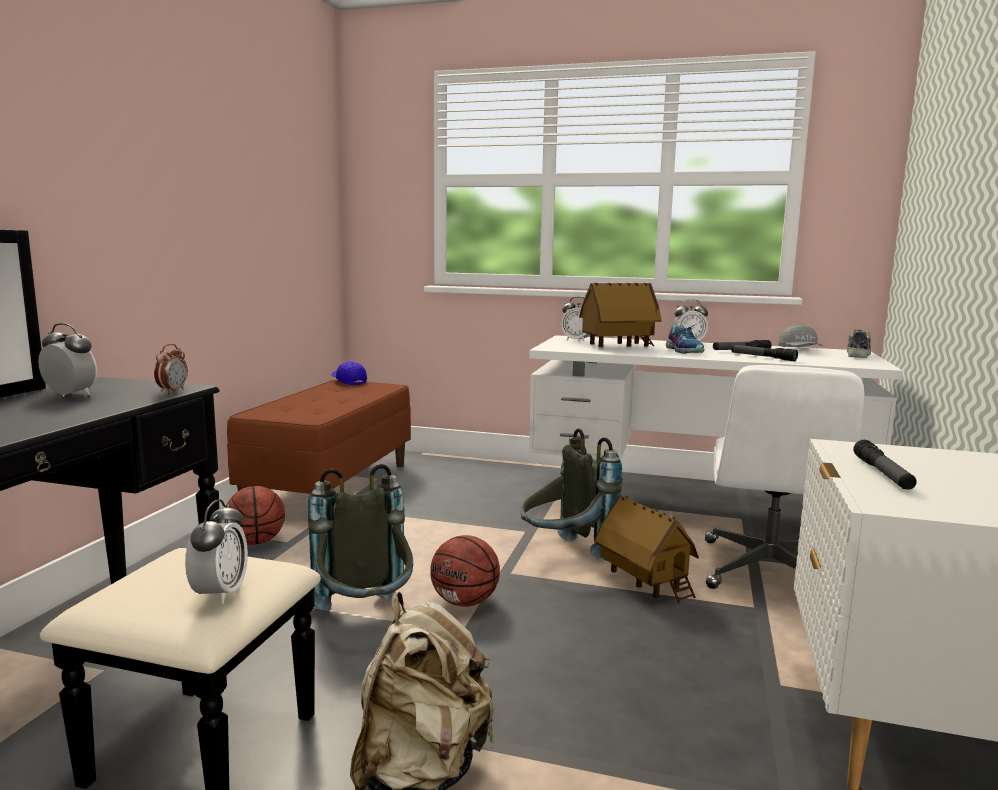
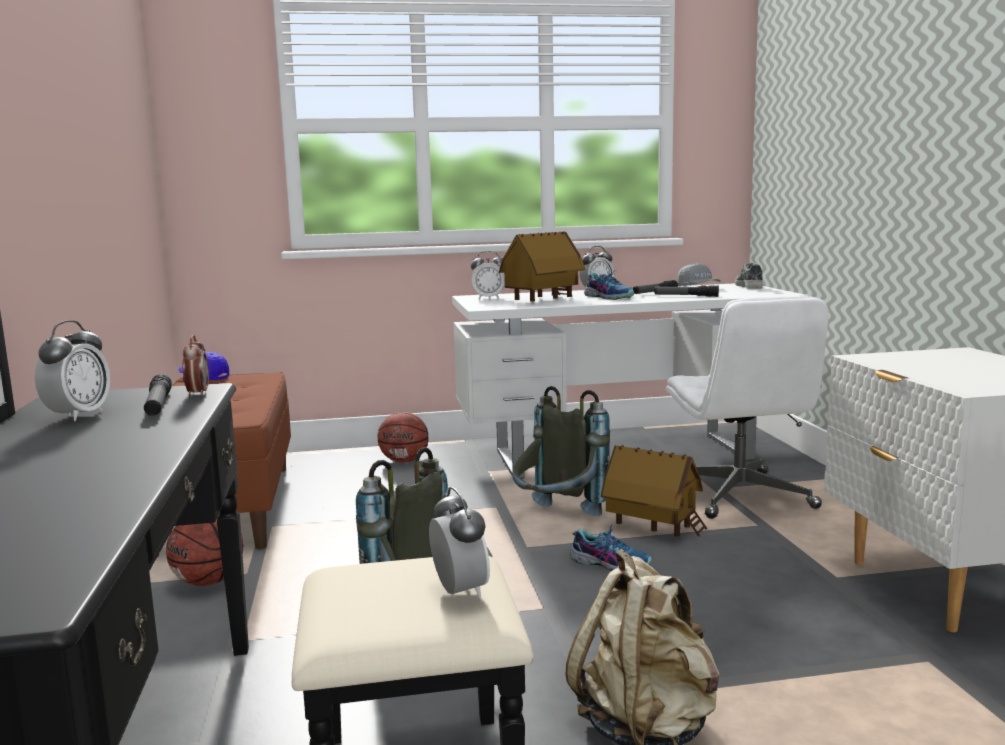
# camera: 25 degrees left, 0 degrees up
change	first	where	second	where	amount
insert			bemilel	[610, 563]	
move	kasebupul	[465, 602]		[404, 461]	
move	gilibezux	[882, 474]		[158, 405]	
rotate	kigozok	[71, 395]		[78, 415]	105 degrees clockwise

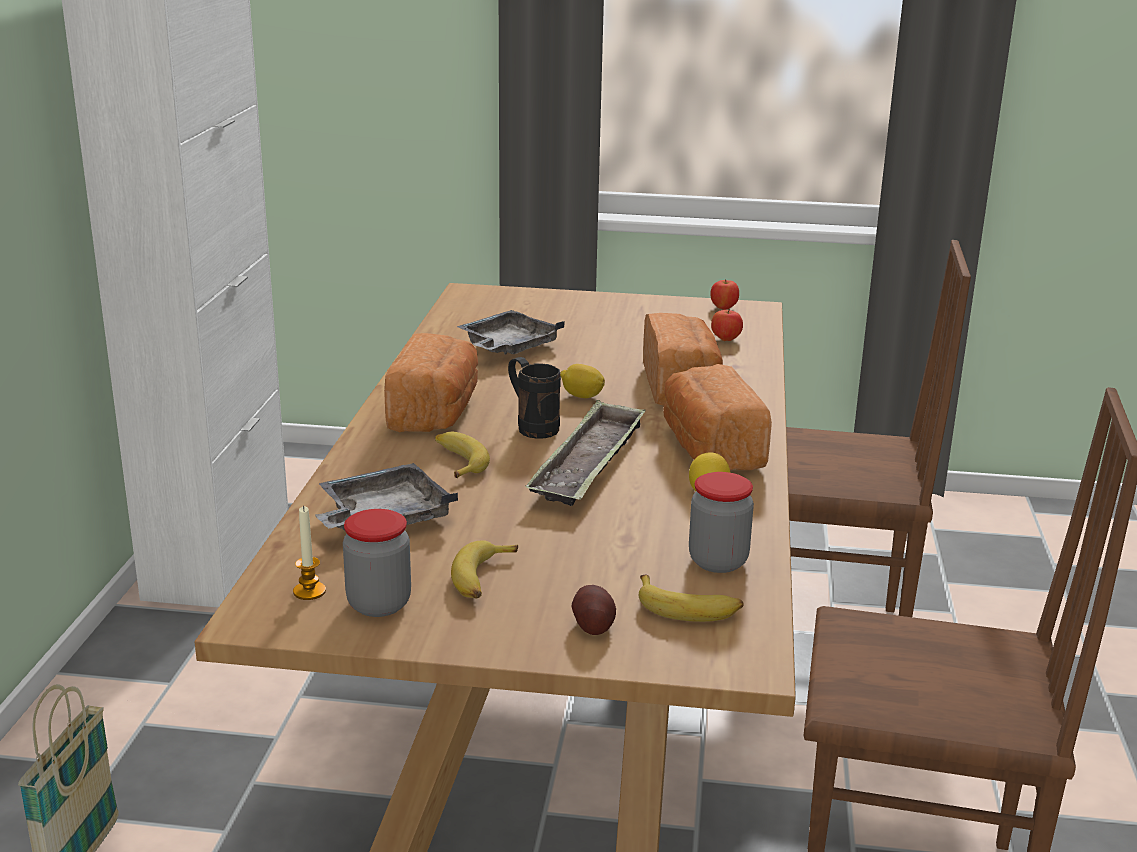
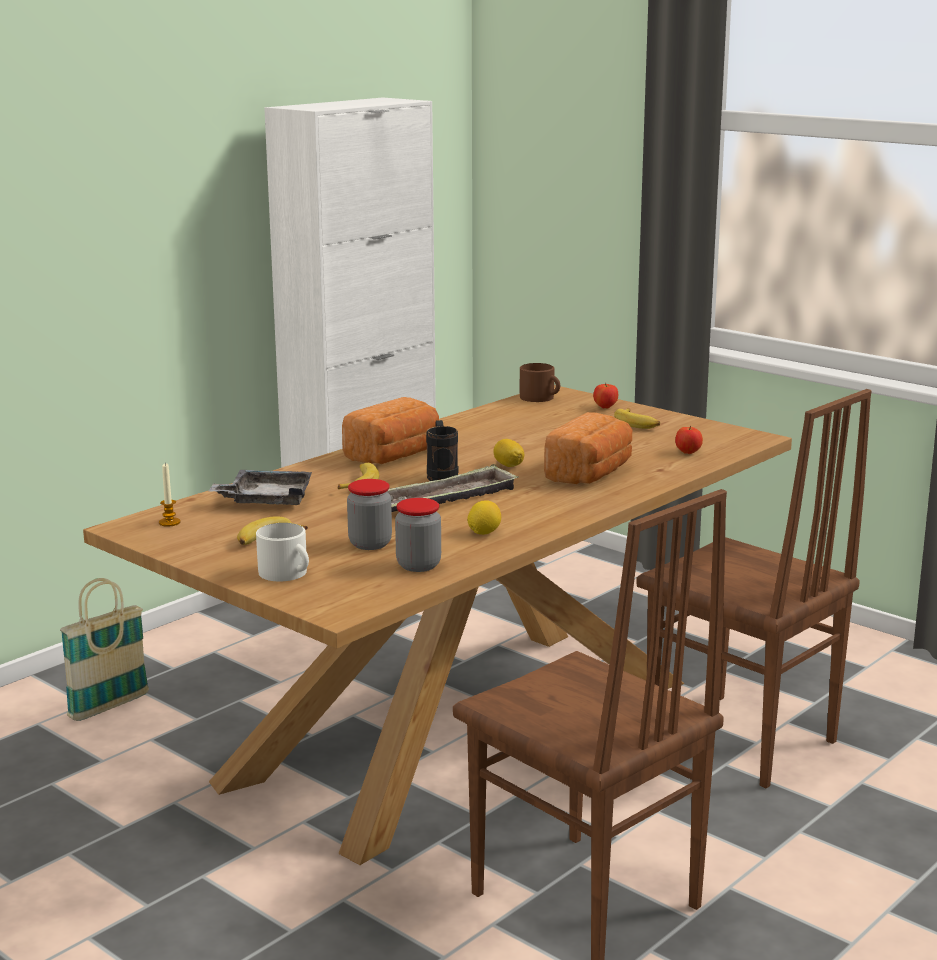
# camera: 35 degrees right, 5 degrees down
change	first	where	second	where	amount
delete	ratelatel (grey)	[508, 347]			
delete	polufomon	[710, 449]			
insert			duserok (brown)	[540, 398]	
move	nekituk	[379, 604]		[370, 544]	
move	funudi	[688, 608]		[637, 424]	
move	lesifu	[724, 308]		[605, 407]	
replace	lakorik	[593, 624]	duserok (white)	[287, 573]	

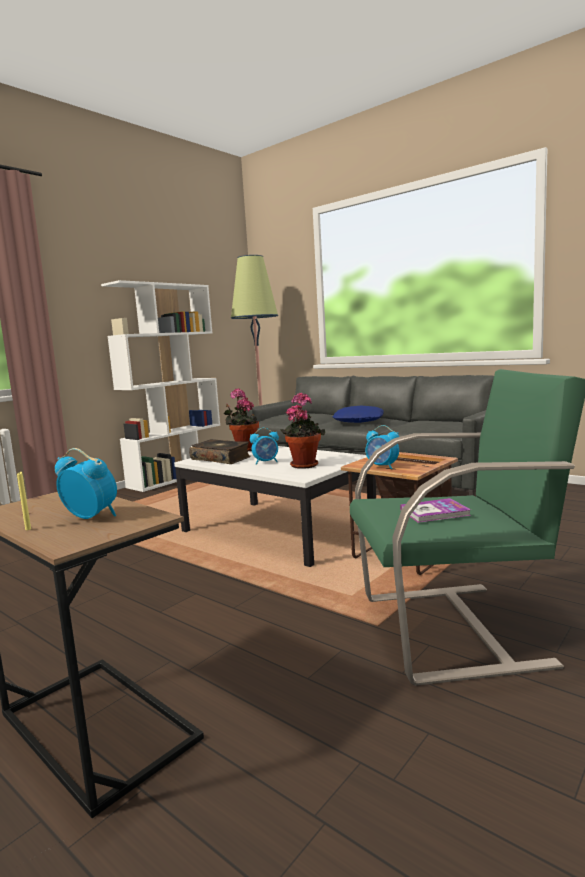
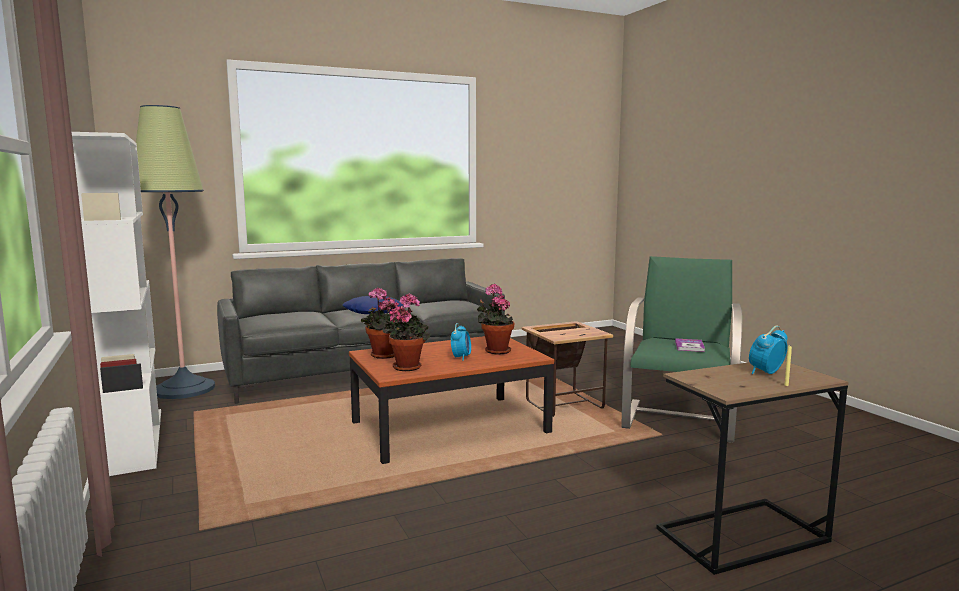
# camera: 65 degrees left, 0 degrees up
change	first	where	second	where	amount
delete	kigozok	[382, 467]			
replace	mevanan	[221, 459]	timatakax	[408, 366]	
recolor	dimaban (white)	[277, 530]	dimaban (brown)	[450, 427]	

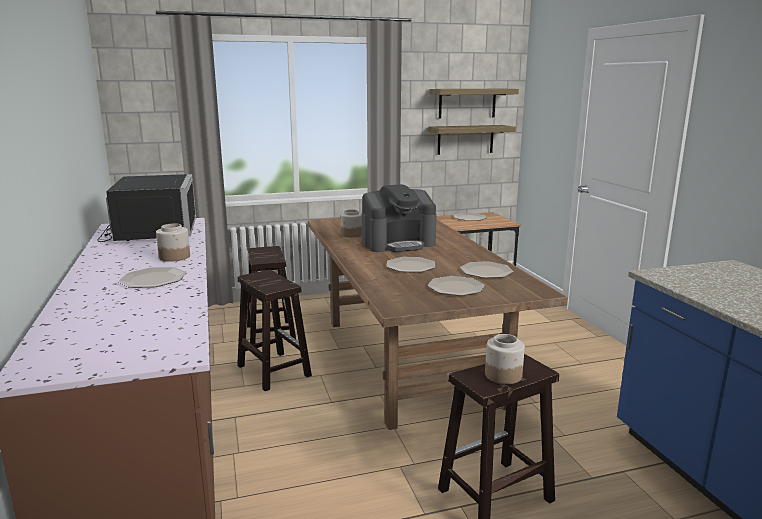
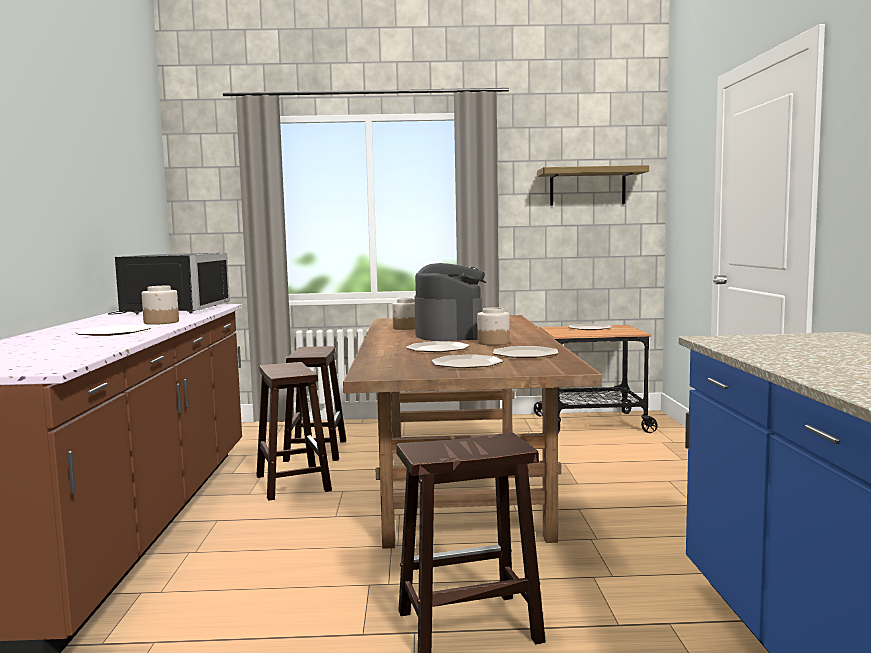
# camera: 15 degrees right, 10 degrees down
change	first	where	second	where	amount
delete	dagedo	[465, 139]			
move	nekituk	[502, 375]		[493, 343]	
rotate	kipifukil	[398, 243]		[450, 334]	90 degrees counterclockwise

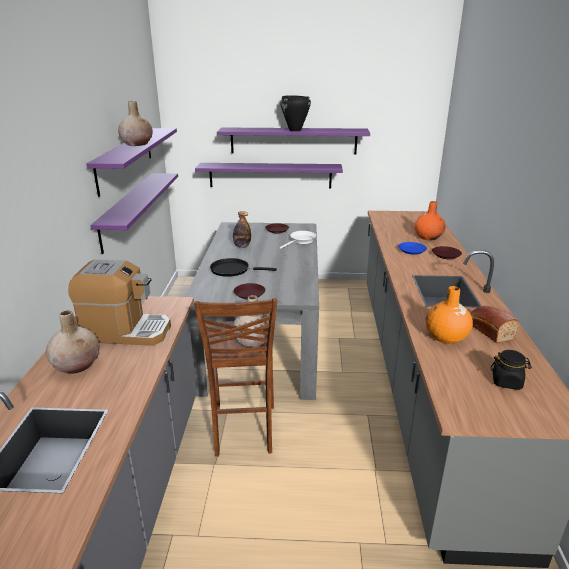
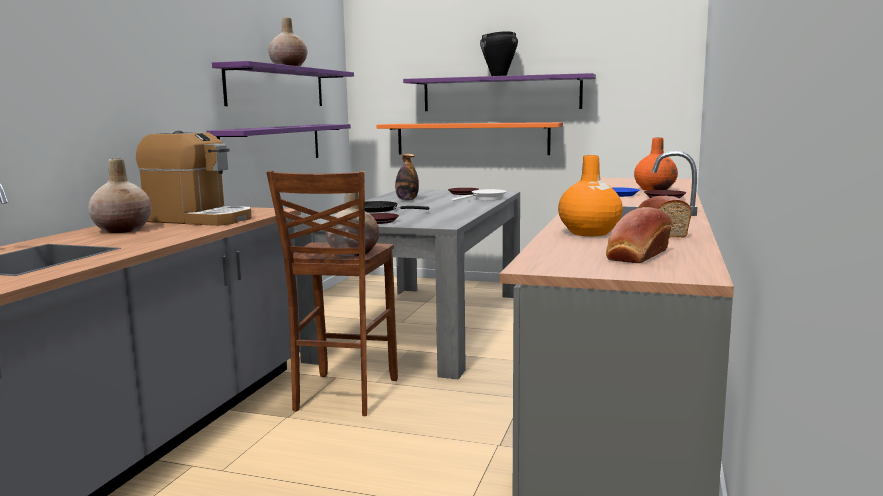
# camera: 15 degrees right, 15 degrees down
change	first	where	second	where	amount
replace	nekituk (black)	[507, 382]	polufomon	[636, 255]	
recolor	dagedo (purple)	[270, 175]	dagedo (orange)	[472, 138]	

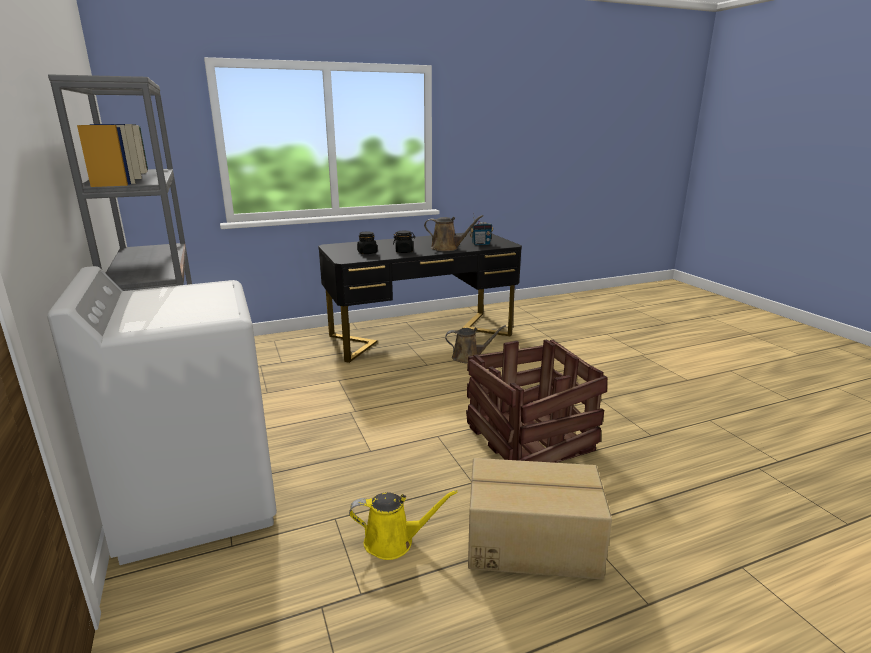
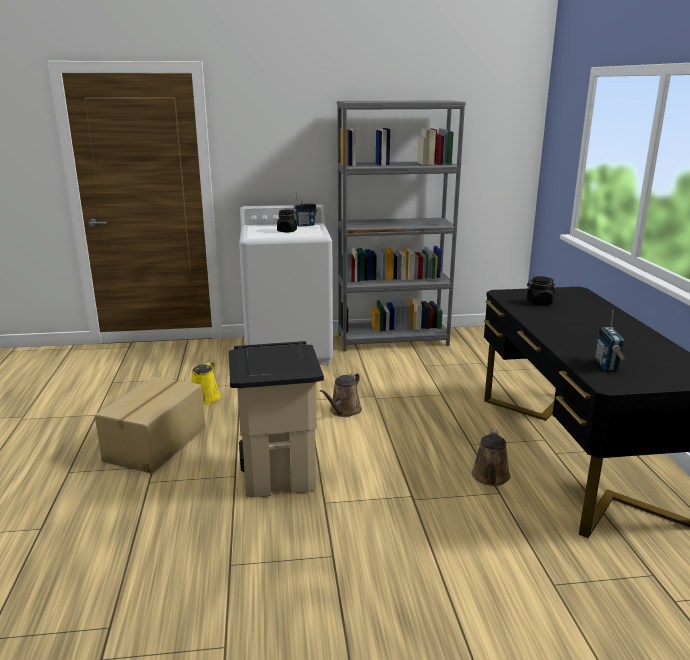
# camera: 105 degrees right, 0 degrees up
change	first	where	second	where	amount
insert			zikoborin	[305, 225]	
move	nekituk (black)	[404, 251]		[287, 231]	
move	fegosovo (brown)	[447, 248]		[343, 411]	
replace	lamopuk	[528, 438]	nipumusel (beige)	[280, 475]	

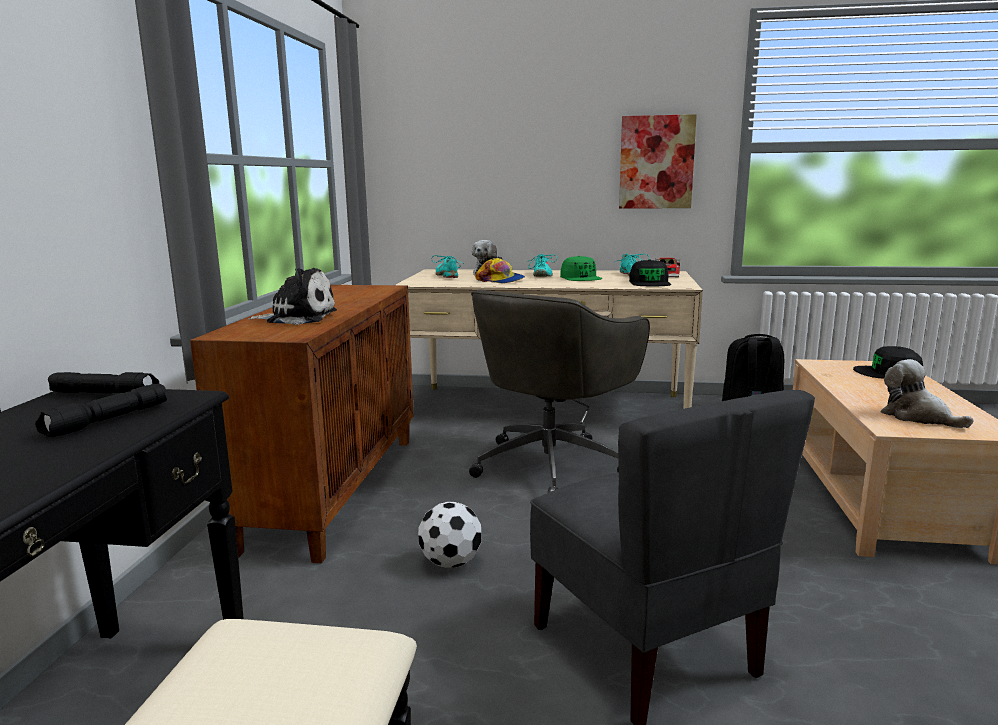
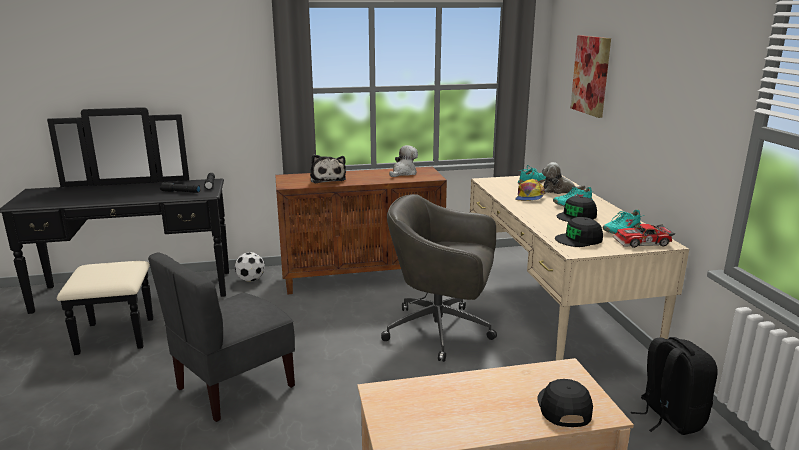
# camera: 70 degrees right, 5 degrees up
change	first	where	second	where	amount
move	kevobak	[451, 562]		[251, 279]	
move	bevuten	[656, 162]		[591, 75]	
move	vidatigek	[917, 417]		[403, 173]	
recolor	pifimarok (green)	[581, 278]	pifimarok (black)	[577, 216]	

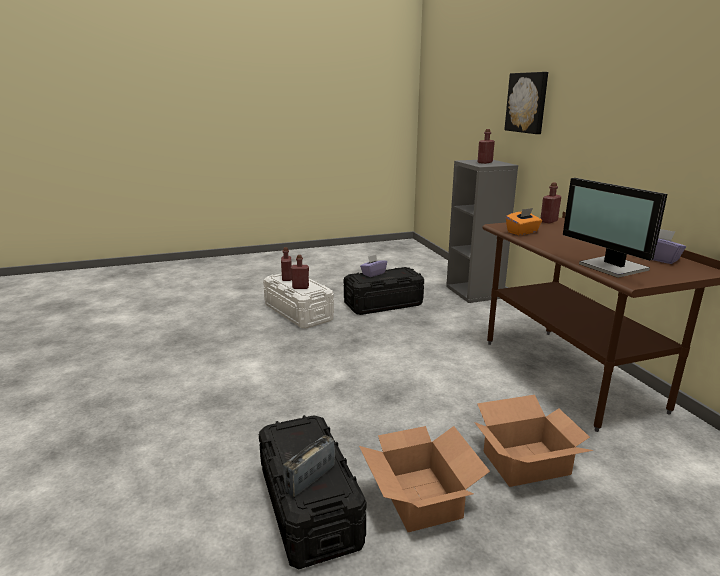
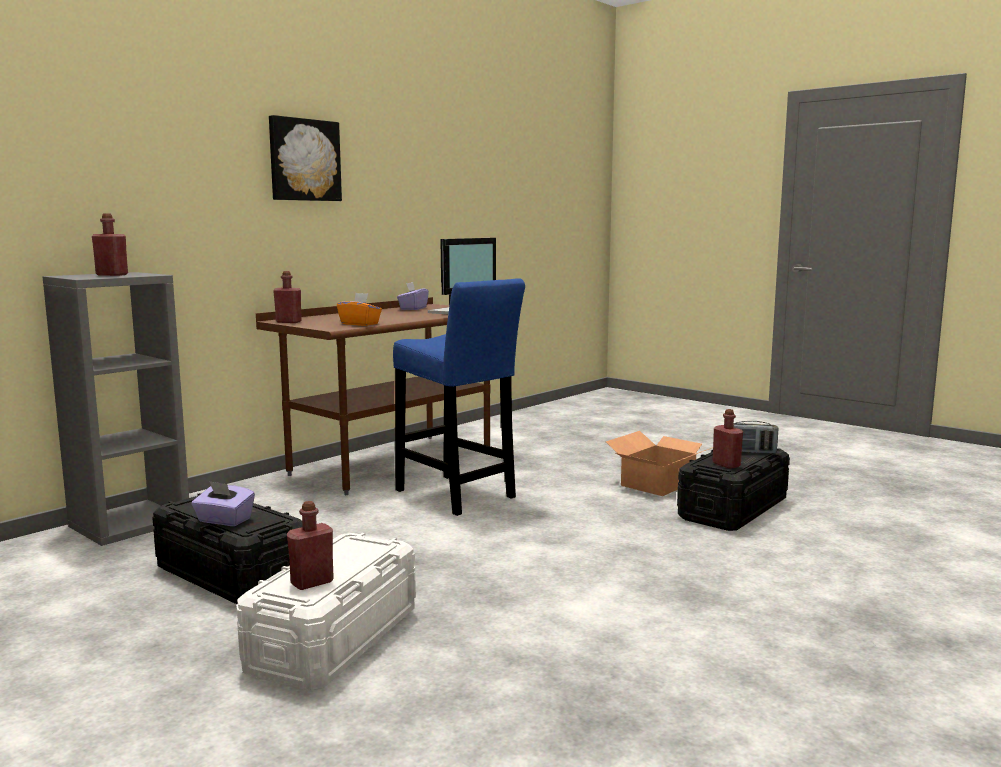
# camera: 120 degrees left, 10 degrees down
change	first	where	second	where	amount
delete	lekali	[527, 463]			
insert			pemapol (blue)	[458, 496]	
move	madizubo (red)	[300, 287]		[726, 465]	
move	bevuten	[527, 102]		[304, 160]	

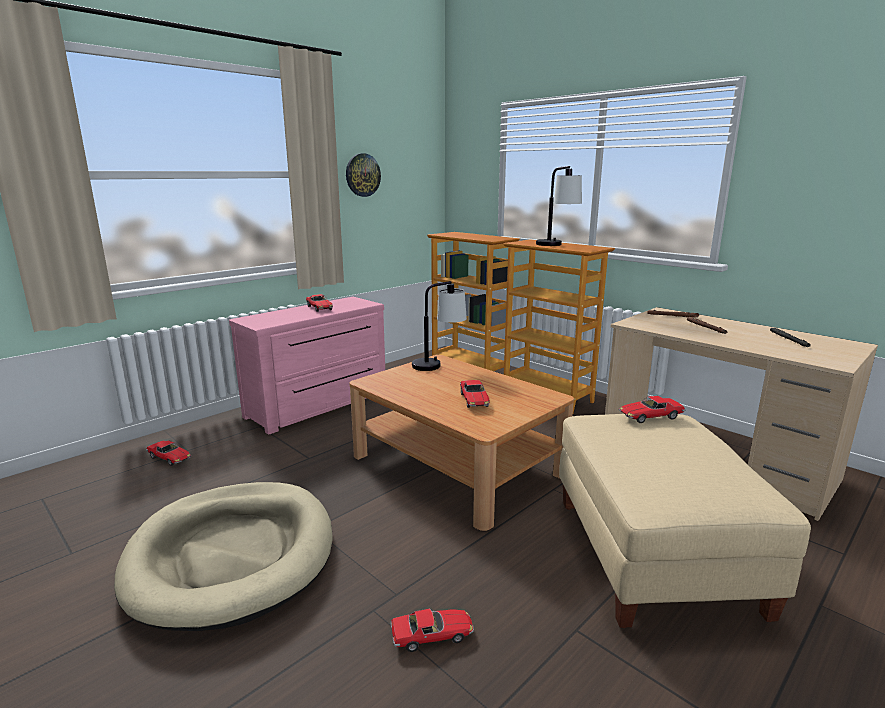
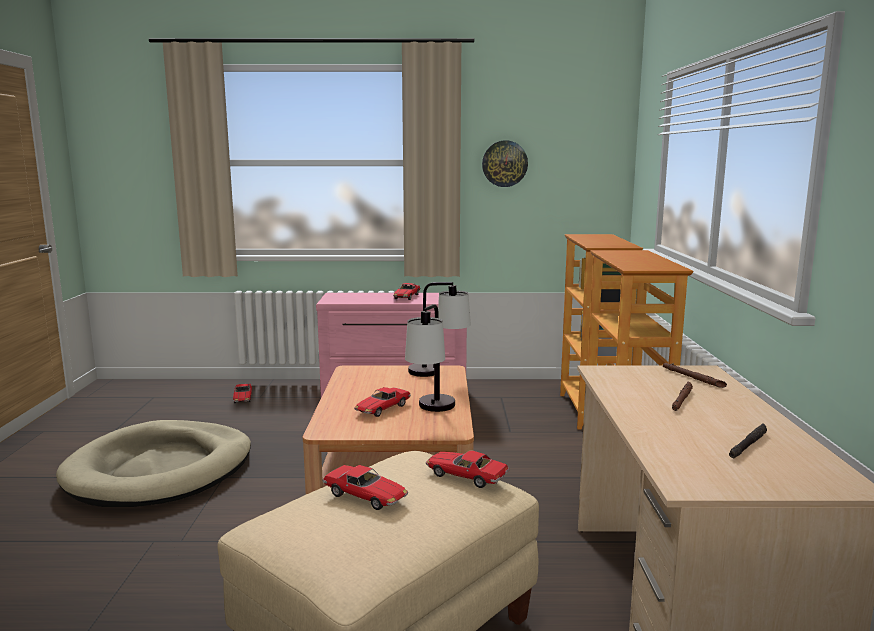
# camera: 45 degrees right, 5 degrees down
change	first	where	second	where	amount
move	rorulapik	[432, 635]		[366, 496]	
move	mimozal	[556, 246]		[432, 411]	

